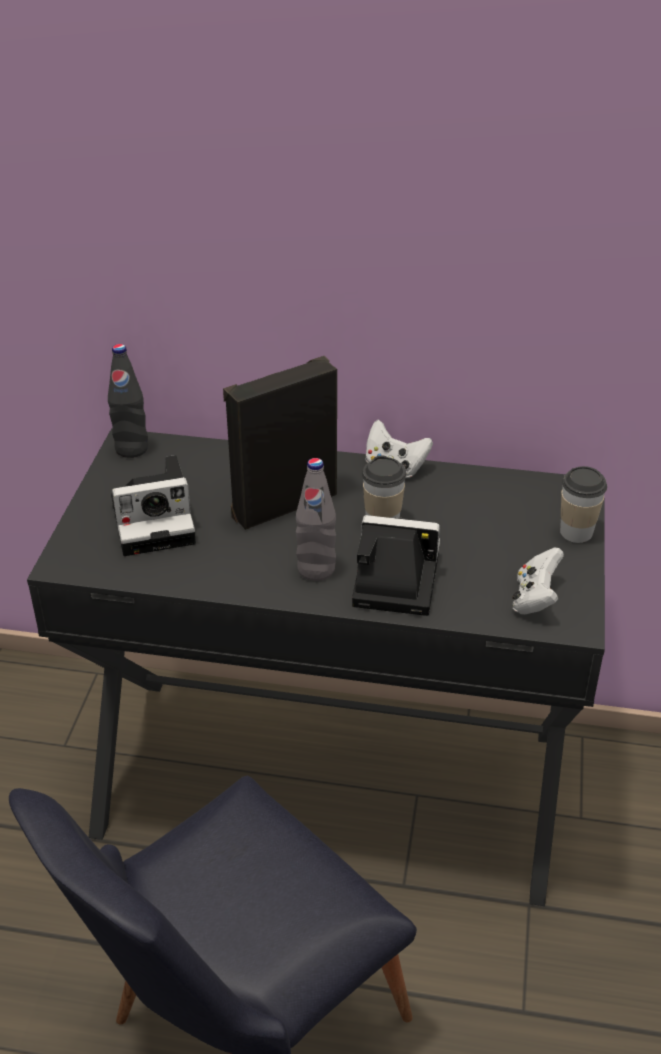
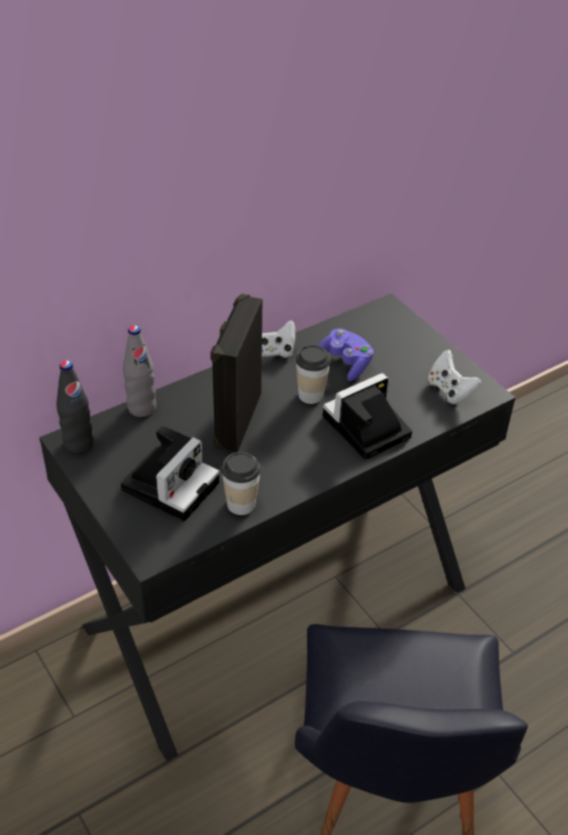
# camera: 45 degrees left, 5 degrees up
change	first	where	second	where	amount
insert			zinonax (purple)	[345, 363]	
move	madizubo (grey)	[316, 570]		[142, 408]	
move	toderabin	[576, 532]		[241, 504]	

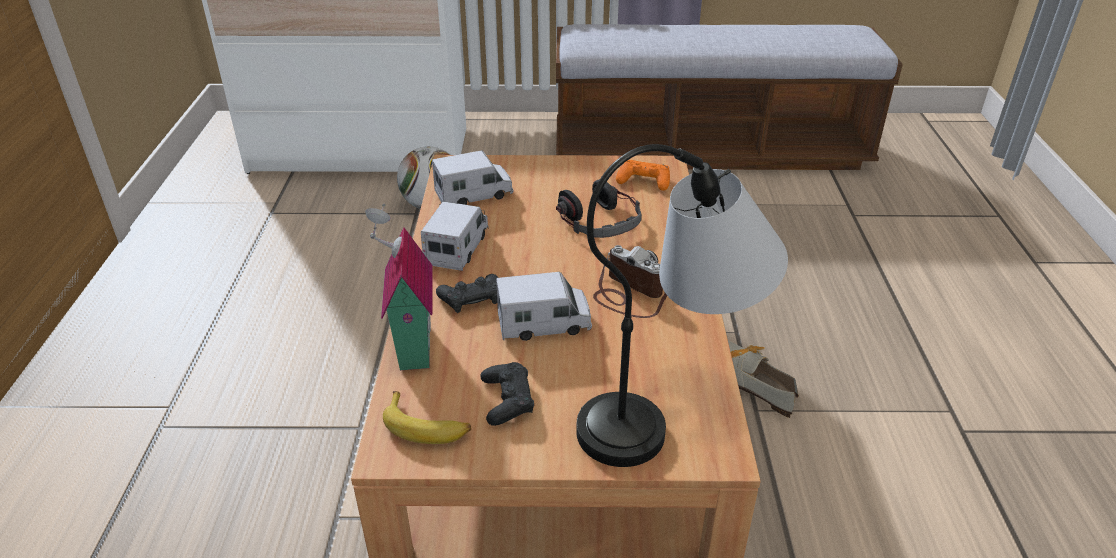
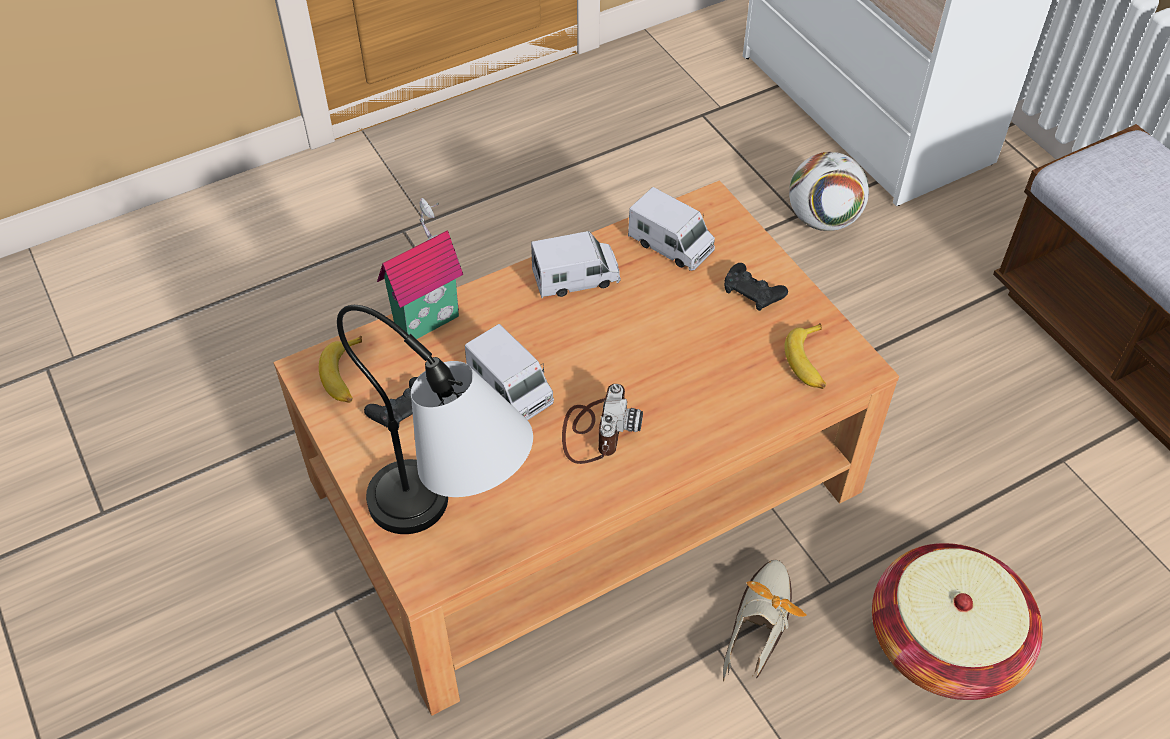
# camera: 60 degrees right, 15 degrees up
change	first	where	second	where	amount
delete	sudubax	[599, 221]			
insert			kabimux	[944, 642]	
move	zinonax (black)	[471, 298]		[752, 292]	
replace	zinonax (orange)	[644, 181]	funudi	[809, 362]	

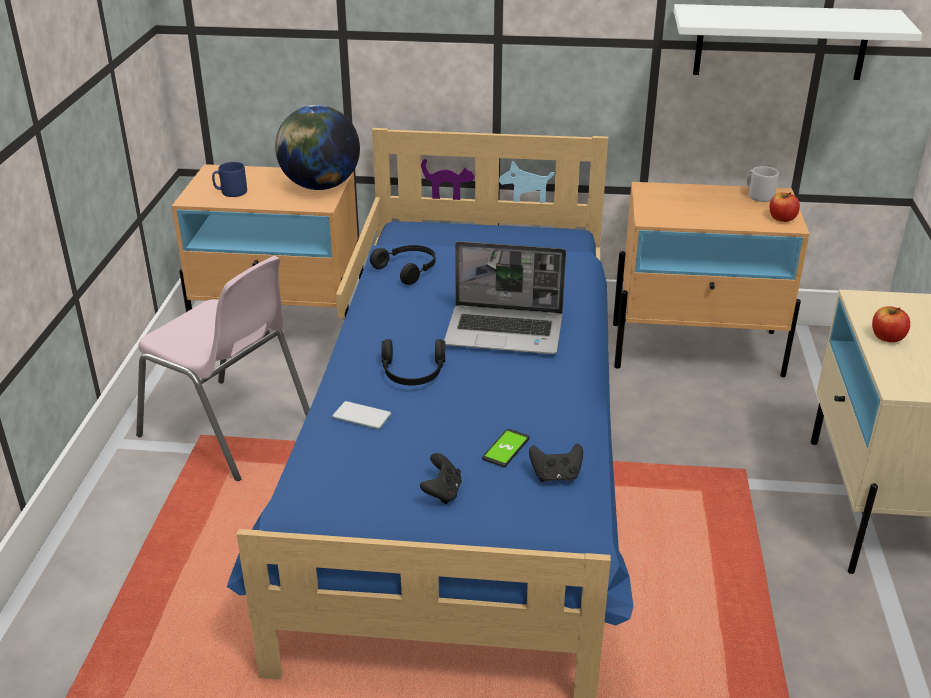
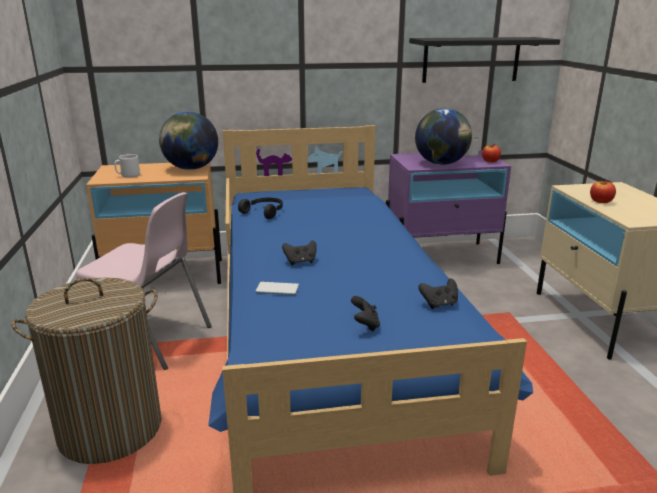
# camera: 15 degrees left, 10 degrees down
change	first	where	second	where	amount
delete	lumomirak	[506, 331]			
delete	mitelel	[506, 448]			
insert			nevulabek	[111, 429]	
insert			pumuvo	[441, 163]	
replace	sudubax (black)	[413, 373]	zinonax (black)	[300, 262]	
recolor	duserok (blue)	[231, 192]	duserok (grey)	[128, 175]	
recolor	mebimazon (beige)	[697, 349]	mebimazon (purple)	[441, 256]	
recolor	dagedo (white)	[781, 42]	dagedo (black)	[471, 59]	

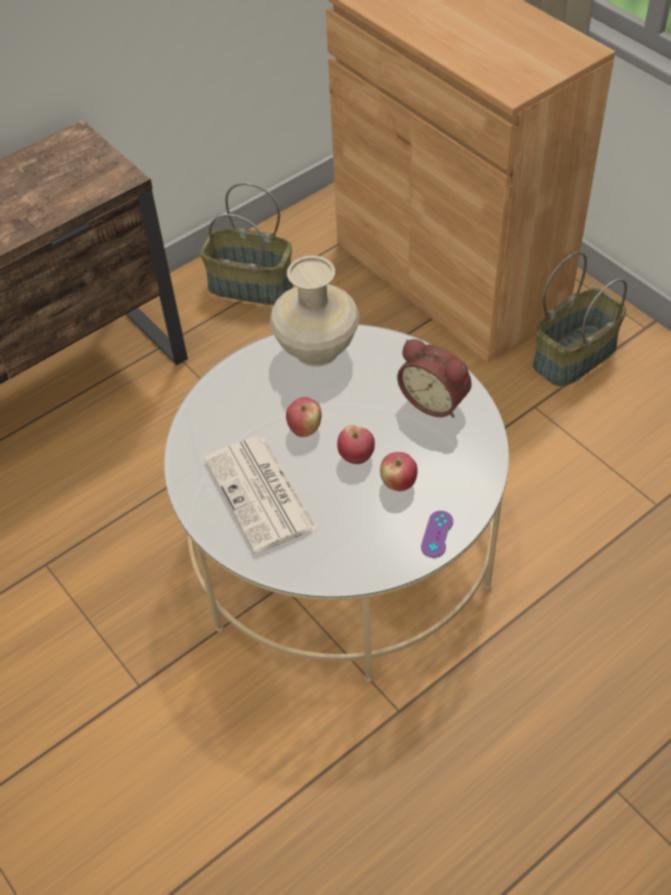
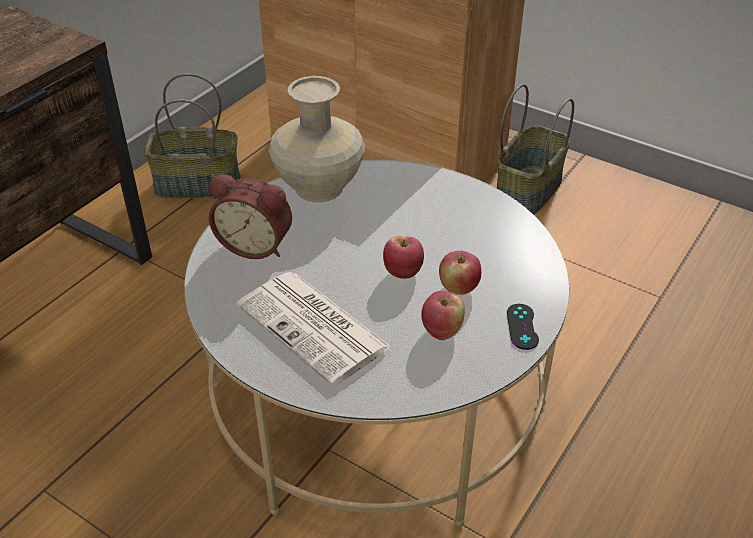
# camera: 20 degrees left, 10 degrees down
change	first	where	second	where	amount
move	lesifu	[305, 429]		[441, 331]	
move	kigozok	[435, 400]		[256, 244]	
recolor	zinonax (purple)	[437, 534]	zinonax (black)	[522, 326]	

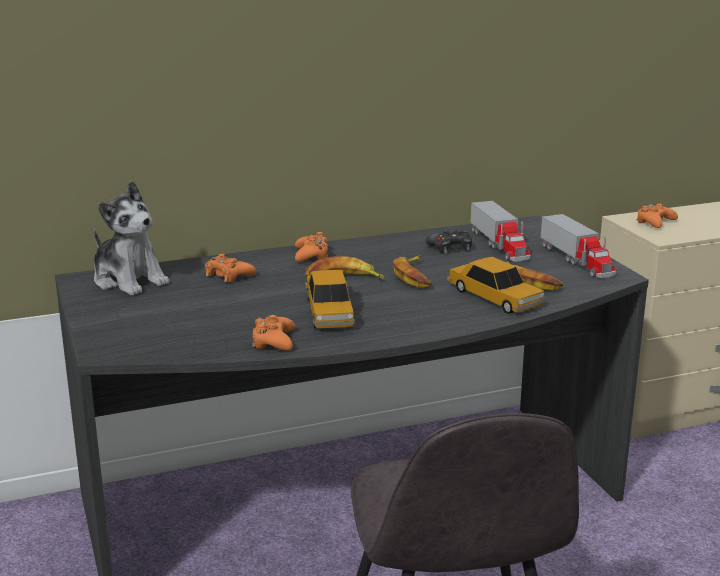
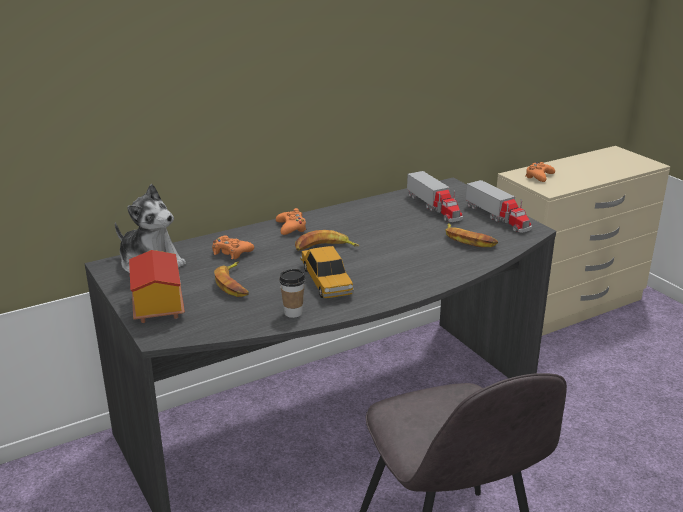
# camera: 10 degrees left, 5 degrees up
change	first	where	second	where	amount
delete	zinonax (black)	[450, 248]			
delete	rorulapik	[494, 297]			
insert			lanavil	[157, 306]	
move	funudi	[414, 276]		[234, 284]	
replace	zinonax (orange)	[273, 341]	toderabin	[293, 313]	

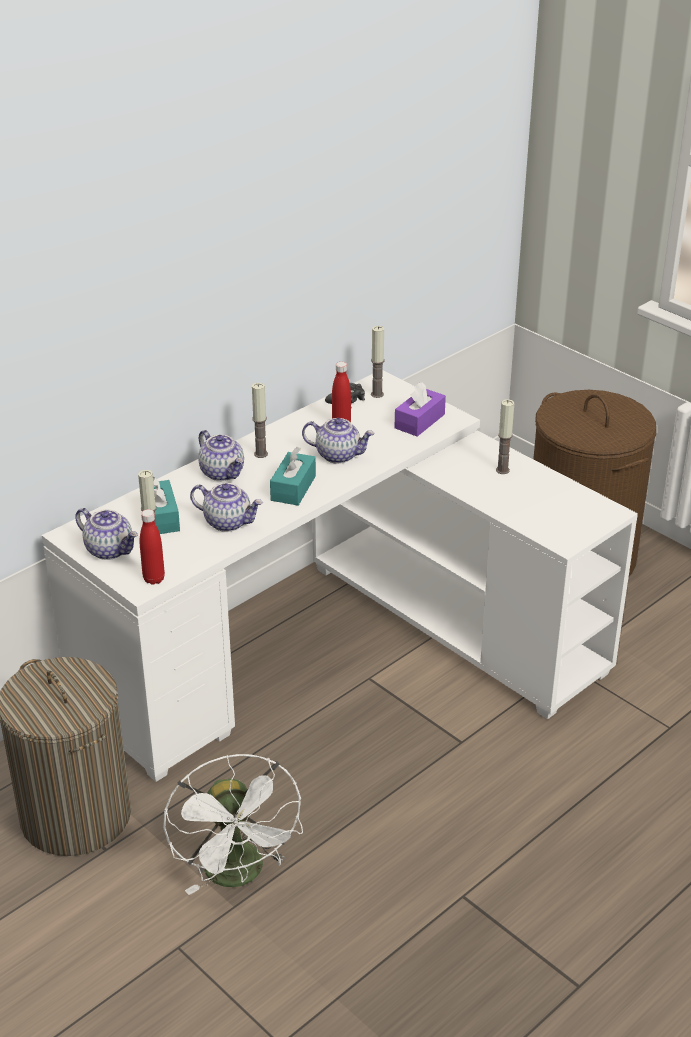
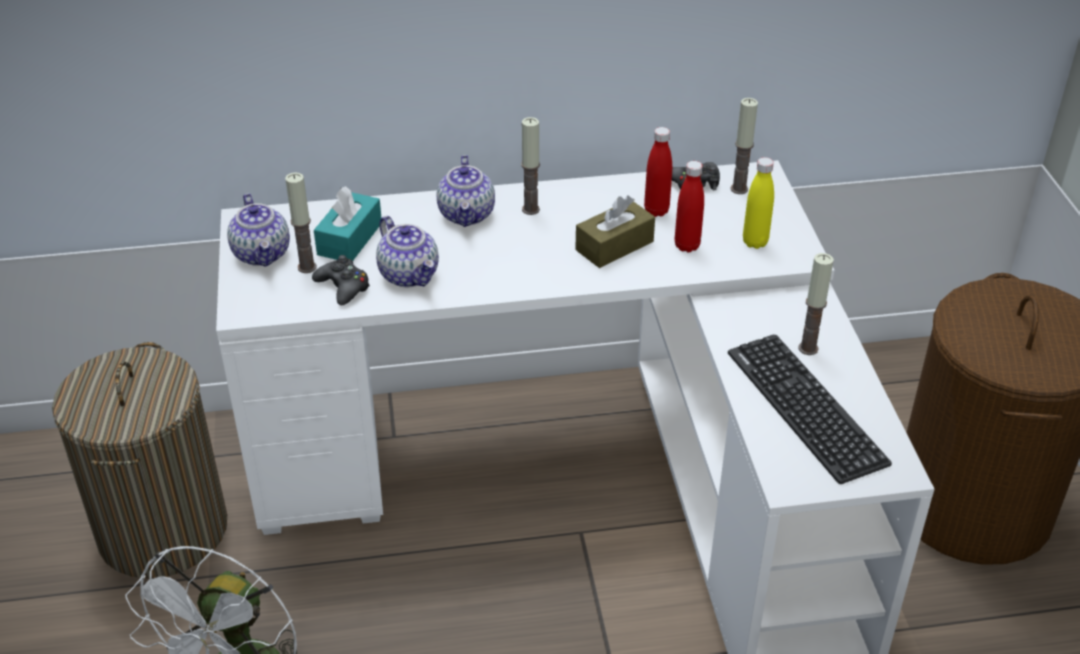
# camera: 35 degrees right, 5 degrees up
change	first	where	second	where	amount
delete	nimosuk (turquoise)	[293, 488]			
insert			zinonax (black)	[343, 287]	
insert			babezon	[805, 407]	
move	madizubo (red)	[154, 579]		[687, 246]	
replace	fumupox	[338, 455]	nimosuk (brown)	[614, 246]	
replace	nimosuk (purple)	[419, 421]	madizubo (yellow)	[755, 242]	

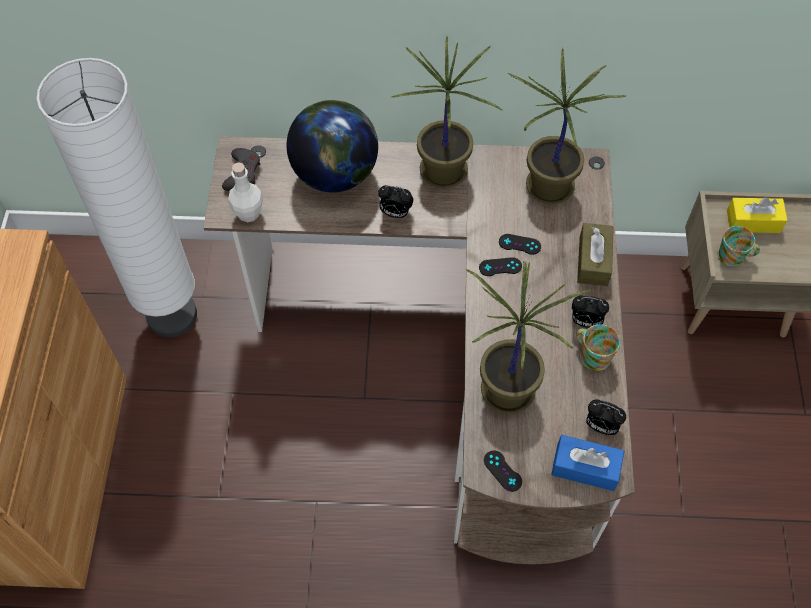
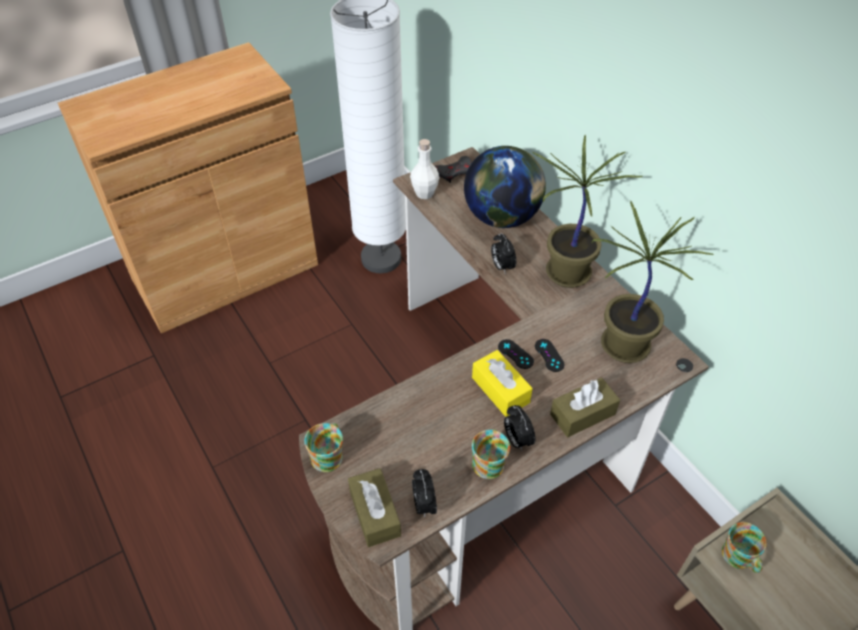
# camera: 55 degrees right, 10 degrees down
change	first	where	second	where	amount
delete	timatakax	[506, 389]			
move	nimosuk (yellow)	[753, 221]		[500, 390]	
replace	zinonax (black)	[502, 471]	duserok	[329, 454]	
recolor	nimosuk (blue)	[585, 468]	nimosuk (brown)	[375, 513]	

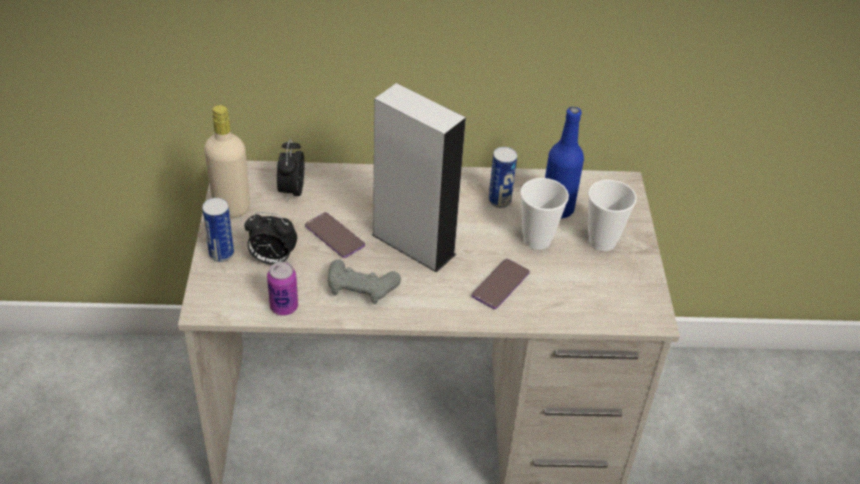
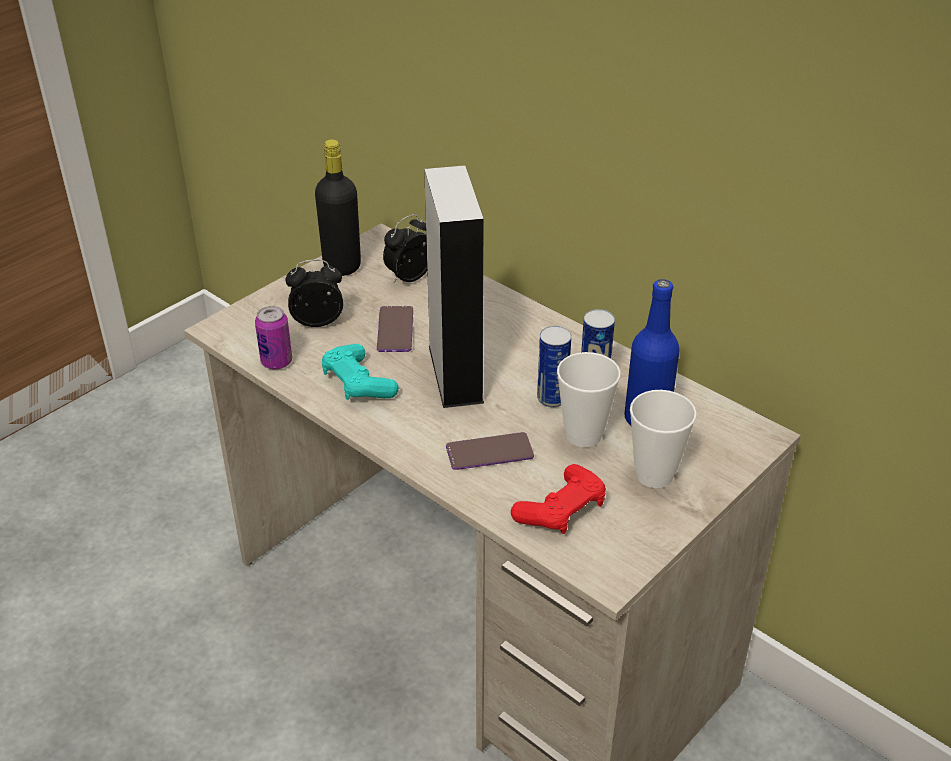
# camera: 45 degrees right, 5 degrees down
change	first	where	second	where	amount
insert			zinonax (red)	[561, 510]	
move	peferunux	[221, 254]		[552, 398]	
recolor	madizubo (beige)	[231, 208]	madizubo (black)	[342, 266]	
recolor	zinonax (grey)	[361, 288]	zinonax (turquoise)	[358, 383]	
rotate	kigozok	[272, 260]		[318, 321]	120 degrees clockwise

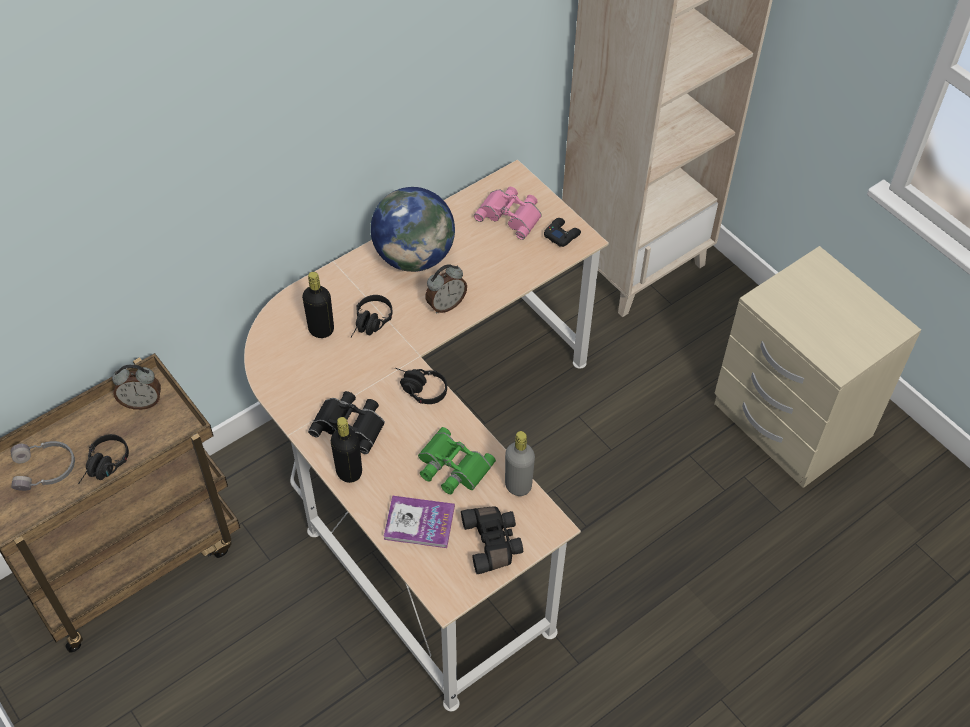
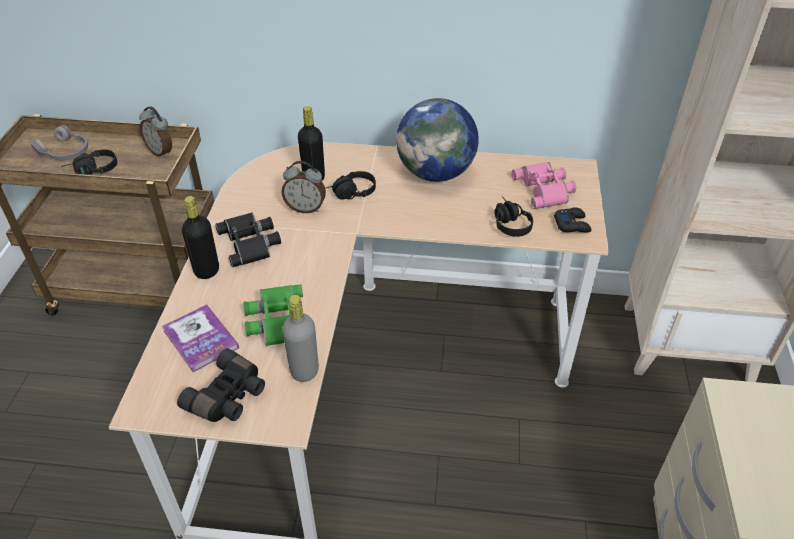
# camera: 45 degrees right, 10 degrees down
change	first	where	second	where	amount
move	sudubax (black)	[418, 389]		[508, 222]	
move	kigozok	[445, 304]		[305, 208]	

